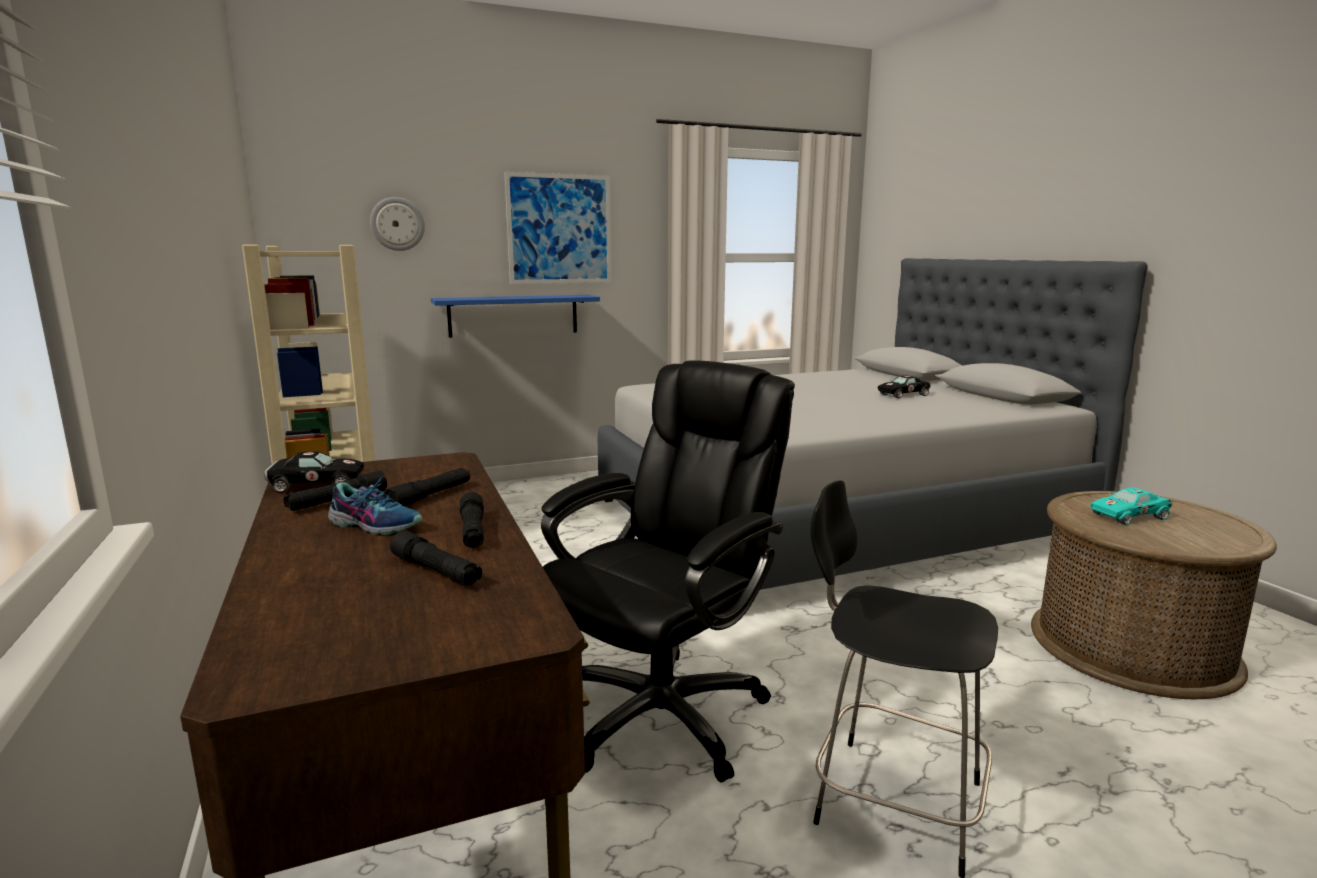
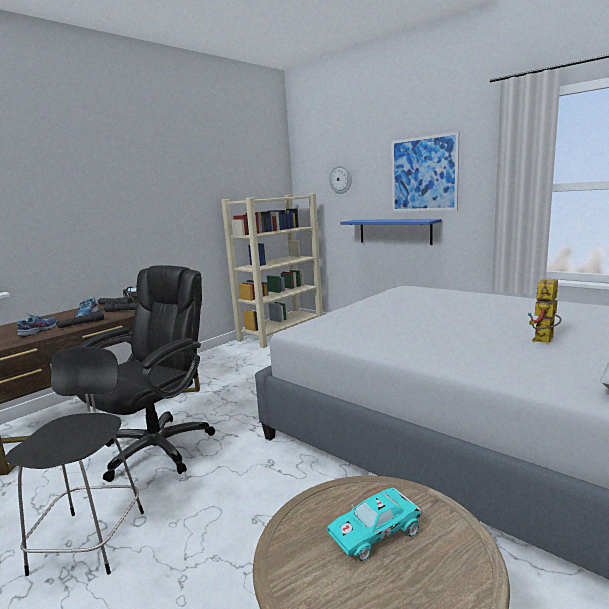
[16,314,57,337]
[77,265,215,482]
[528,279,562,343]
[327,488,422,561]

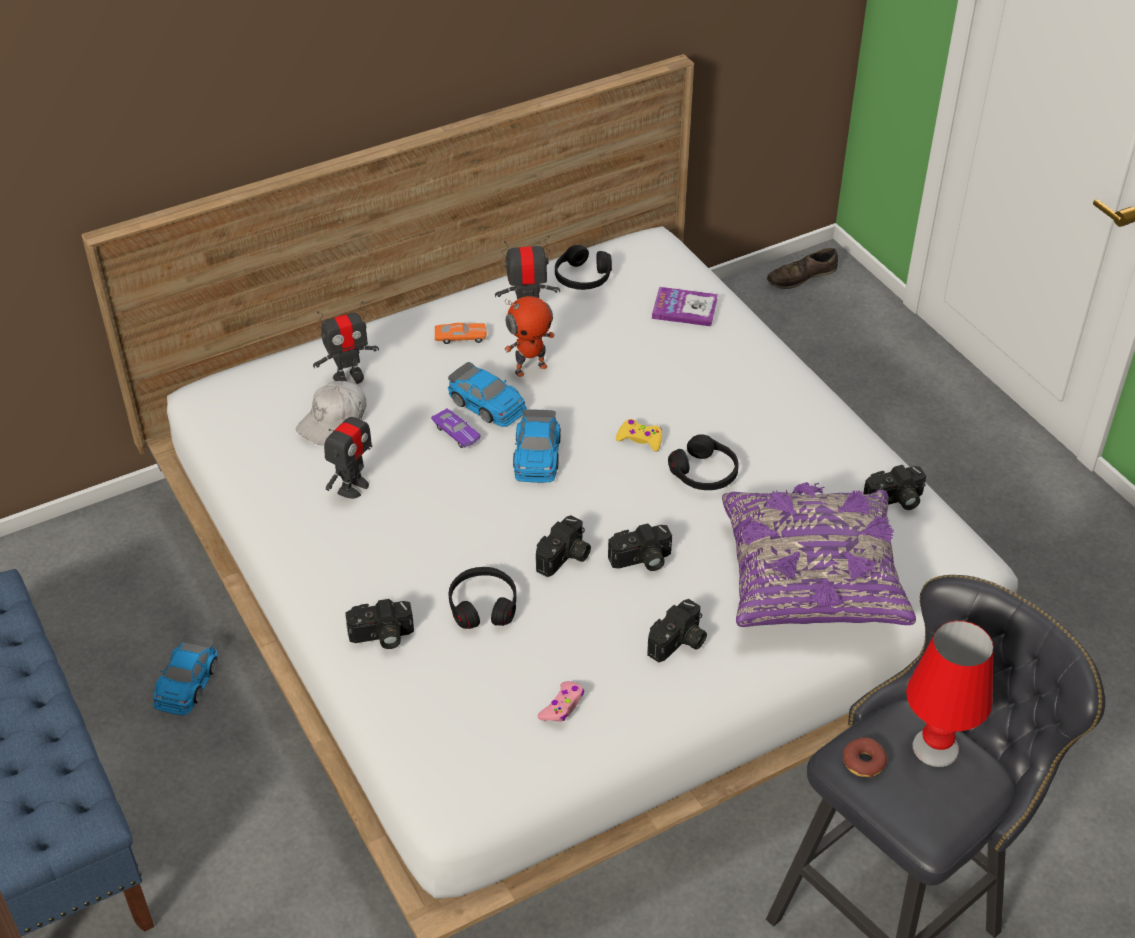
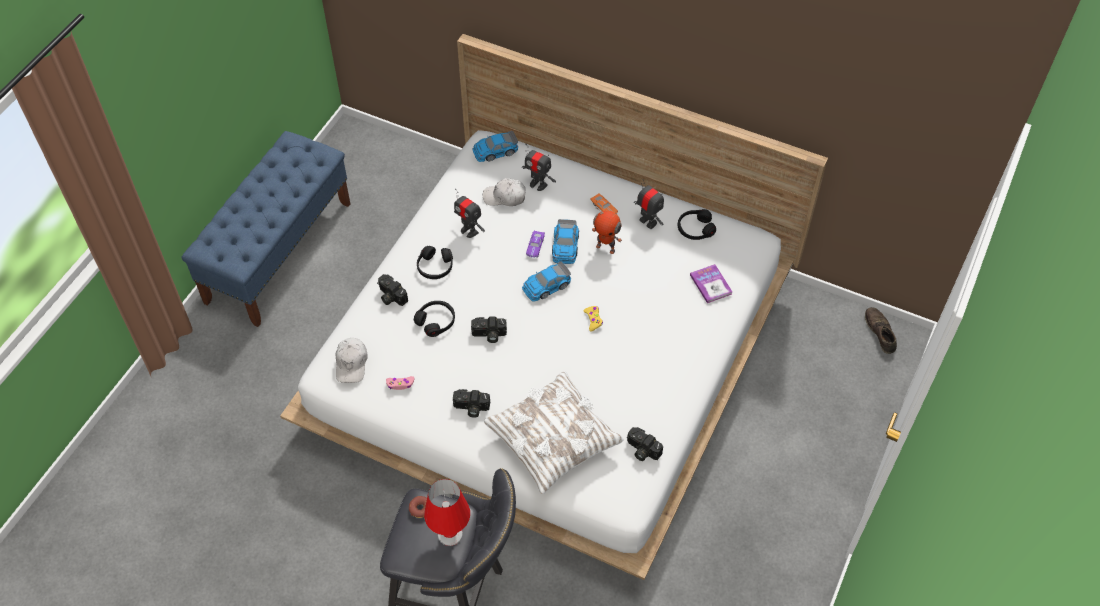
[473,131,518,162]
[454,189,485,238]
[608,523,672,571] (first image)
[417,246,453,279]
[484,371,624,494]
[865,307,897,354]
[336,338,368,383]

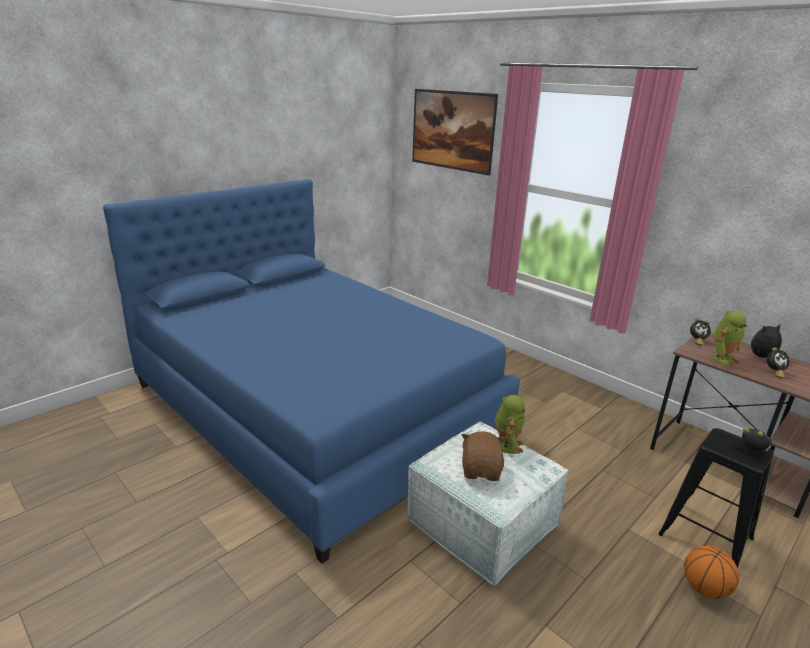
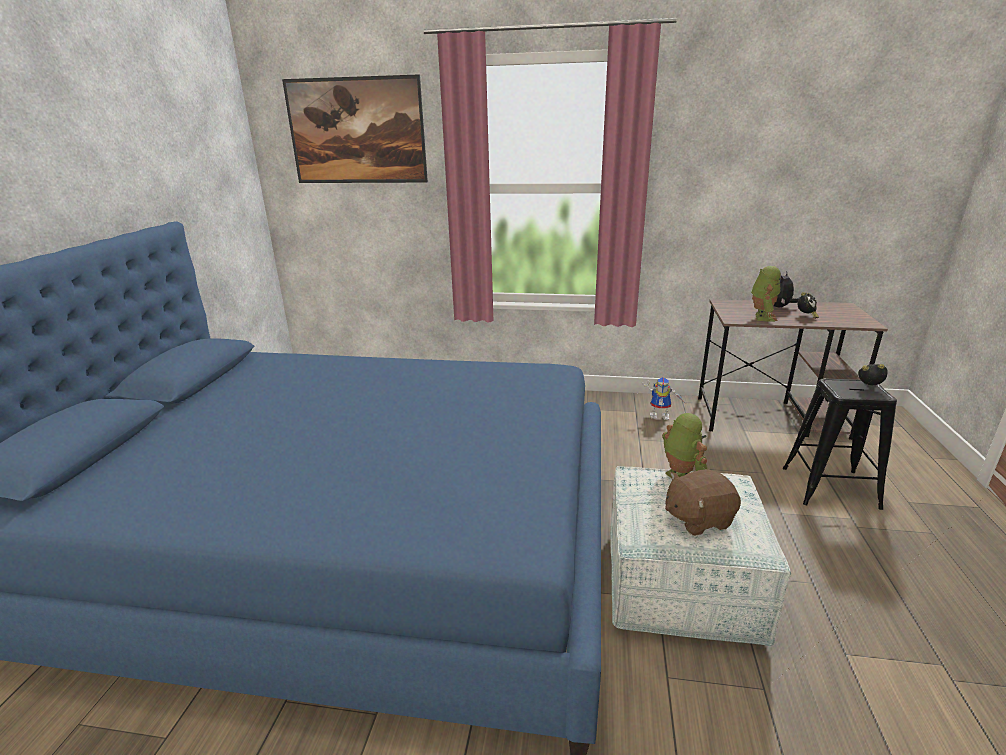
[665,469,741,536]
[684,546,739,599] (first image)
[690,318,711,346] (first image)
[642,377,684,420]

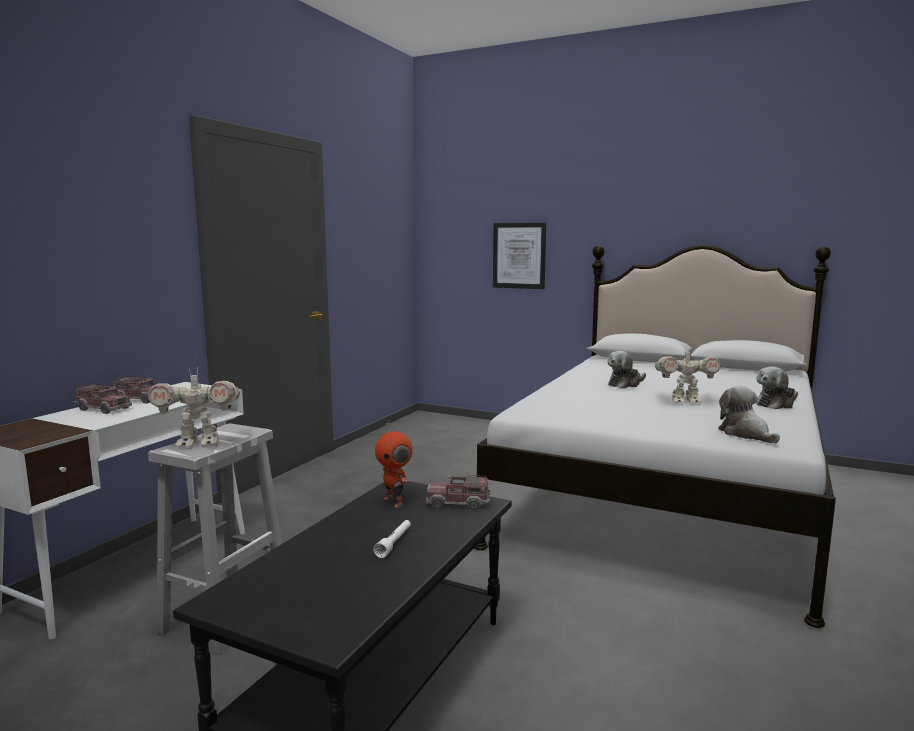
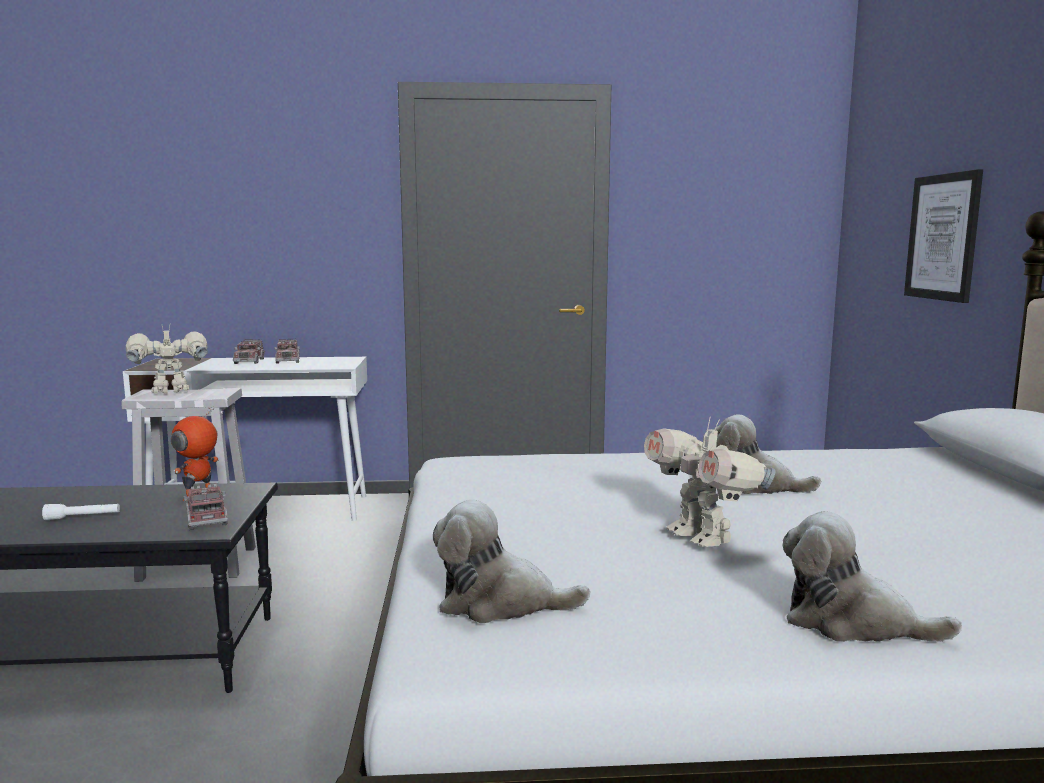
[126,326,208,394]
[433,499,590,623]

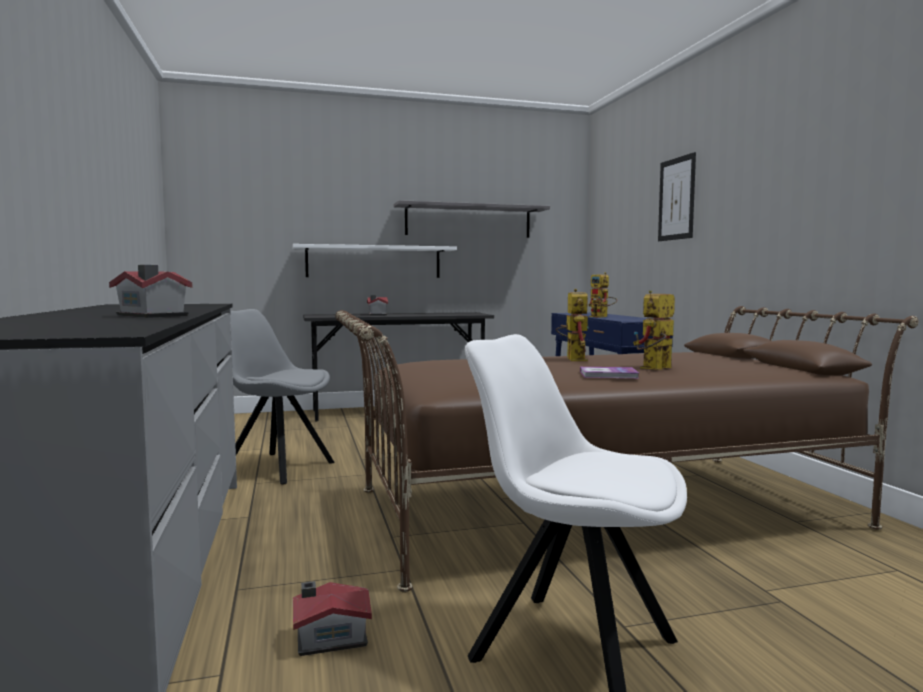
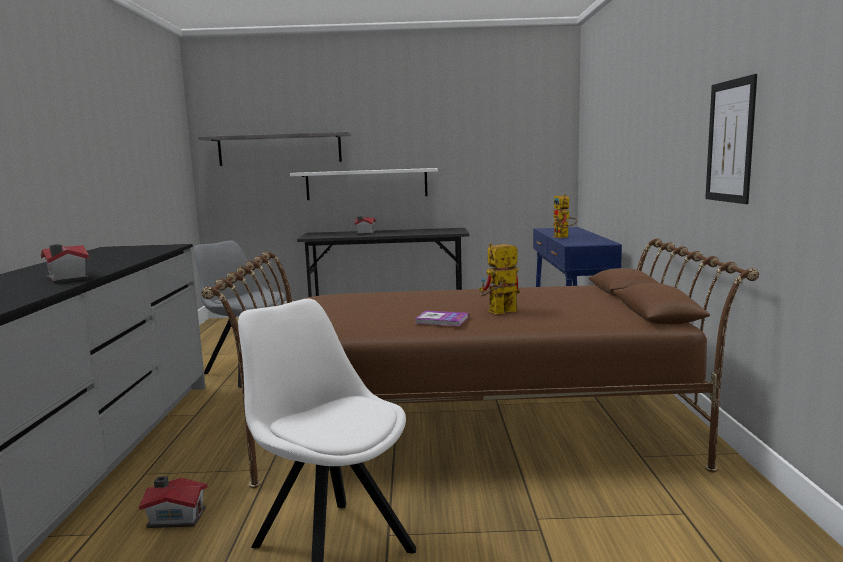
[198,132,351,166]
[556,289,588,361] (first image)
[705,74,757,204]

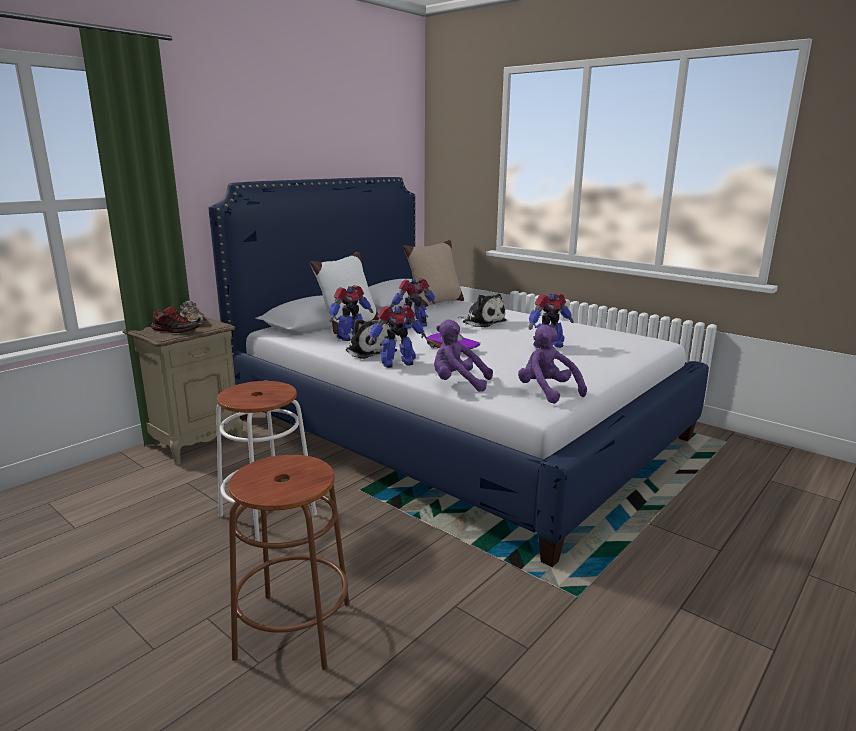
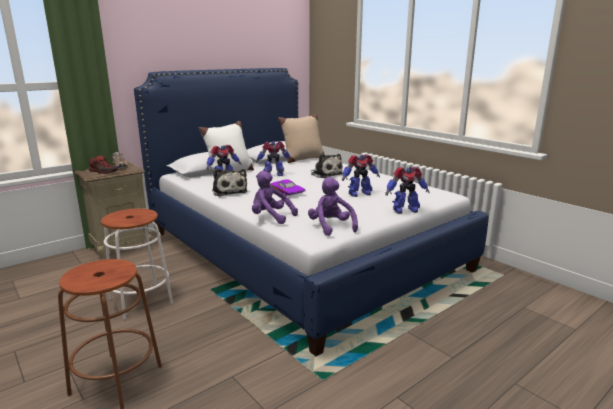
[385,167,430,214]

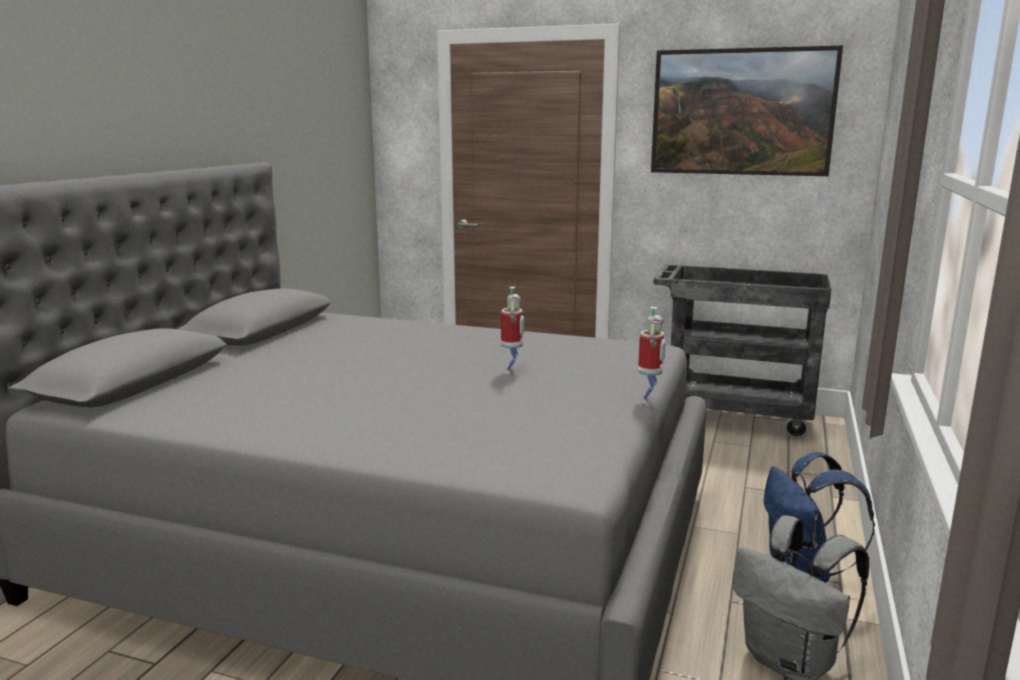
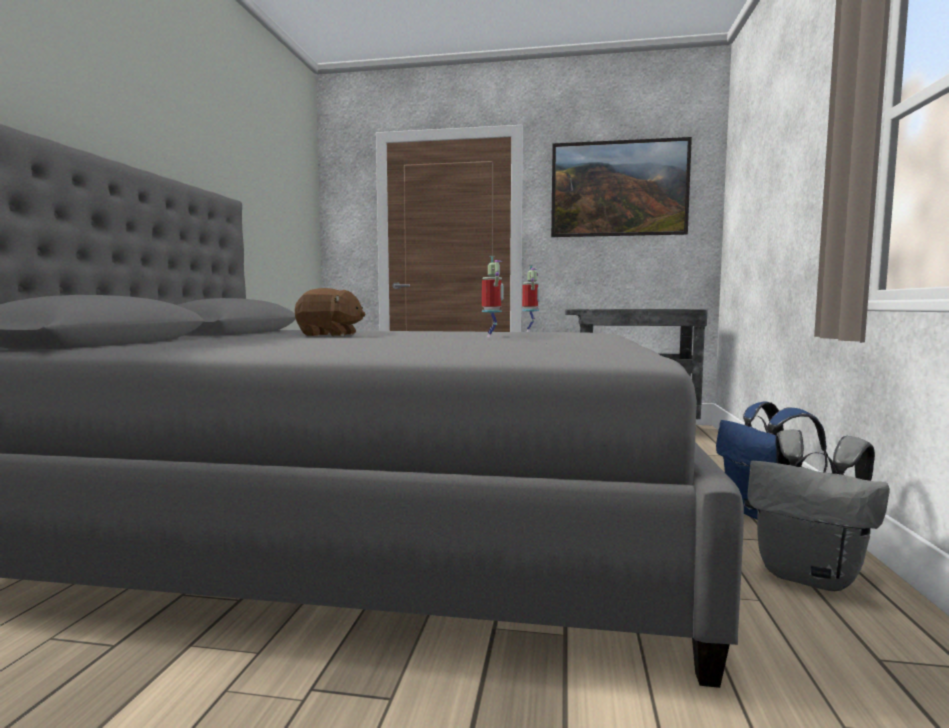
[522,265,540,332]
[295,288,365,337]

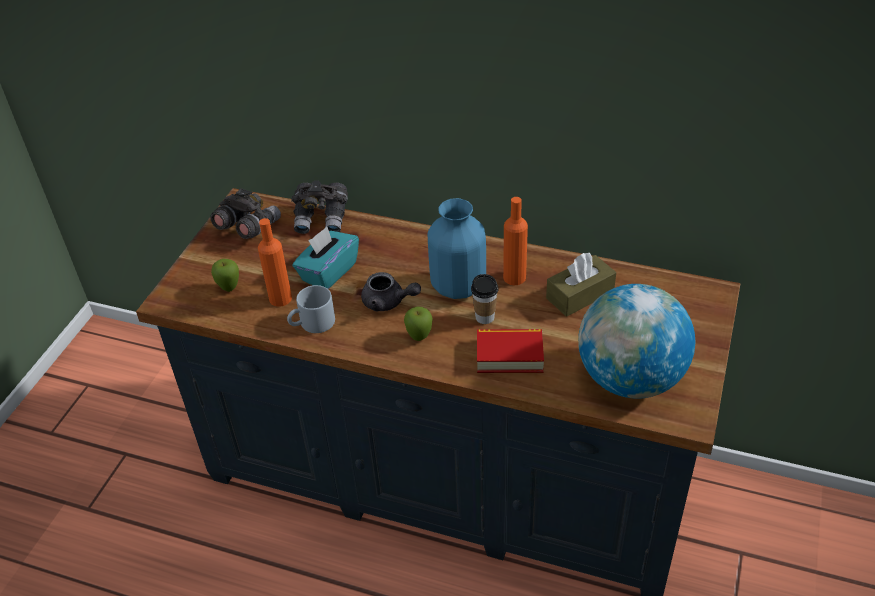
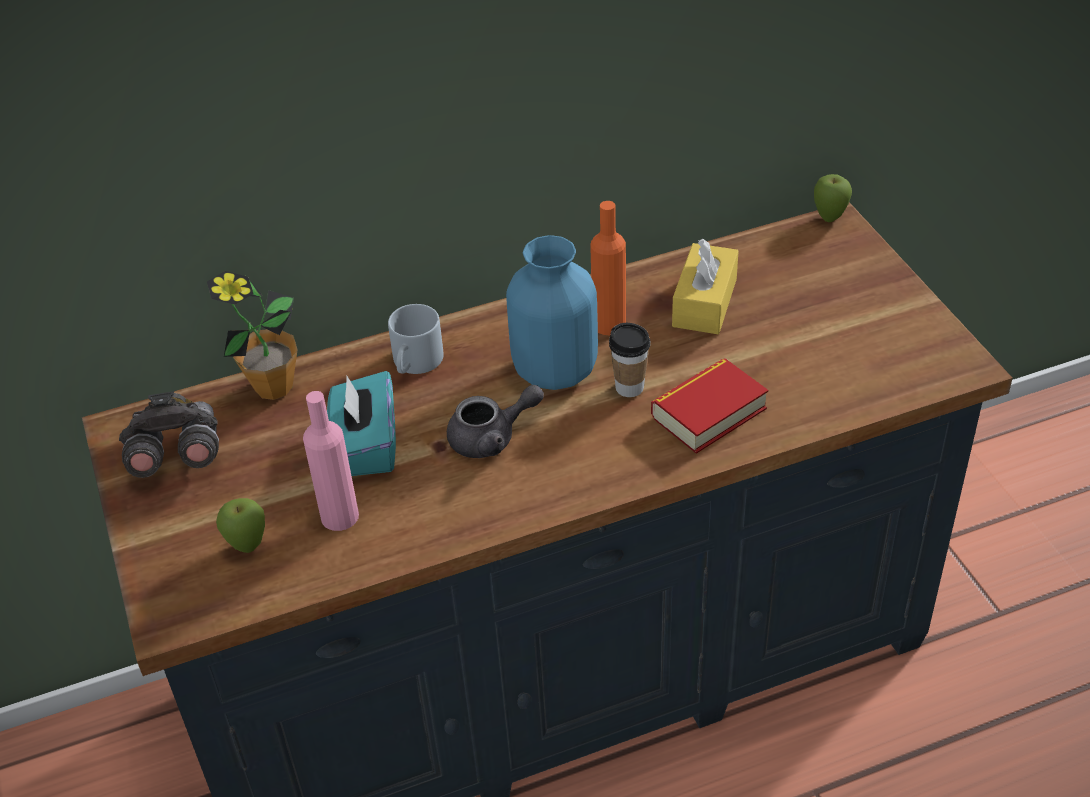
[303,391,359,531]
[388,304,444,374]
[207,271,298,400]
[814,174,852,222]
[672,239,738,334]
[578,284,695,399] (first image)

